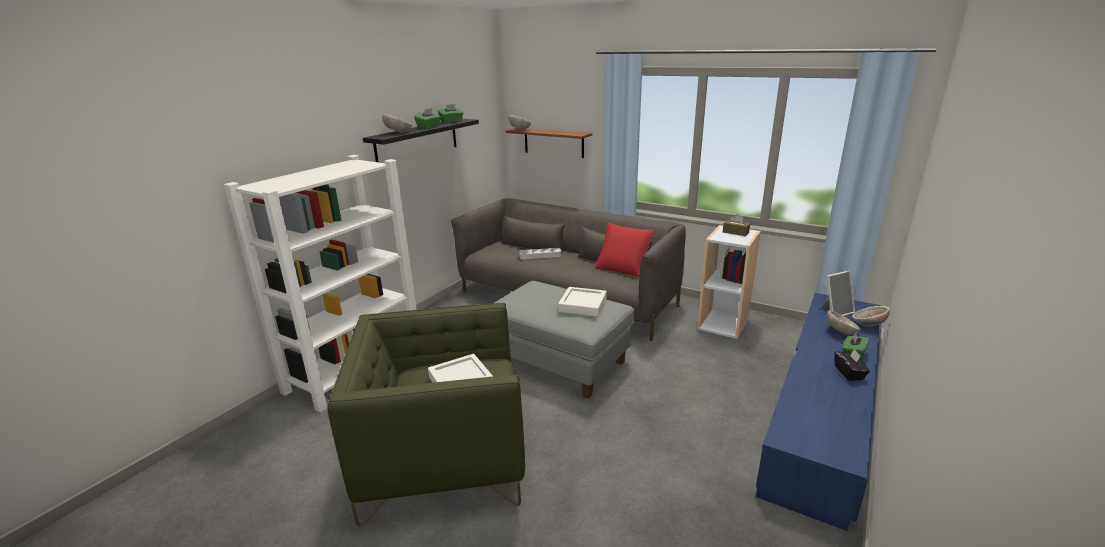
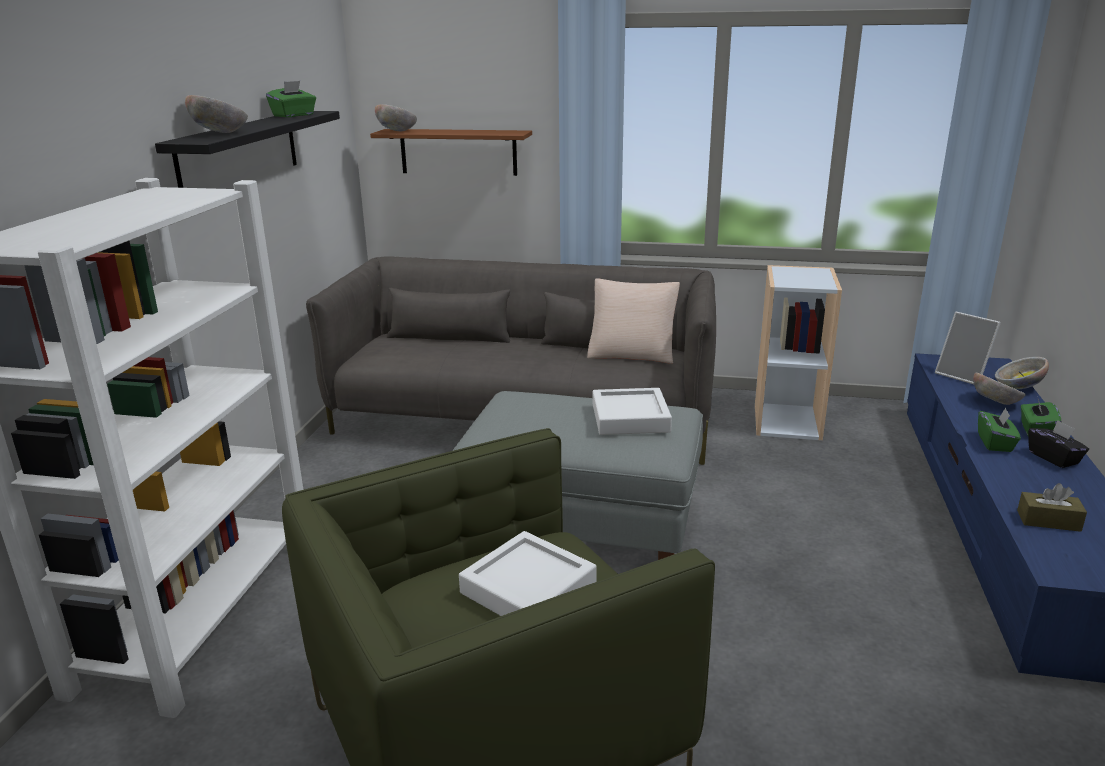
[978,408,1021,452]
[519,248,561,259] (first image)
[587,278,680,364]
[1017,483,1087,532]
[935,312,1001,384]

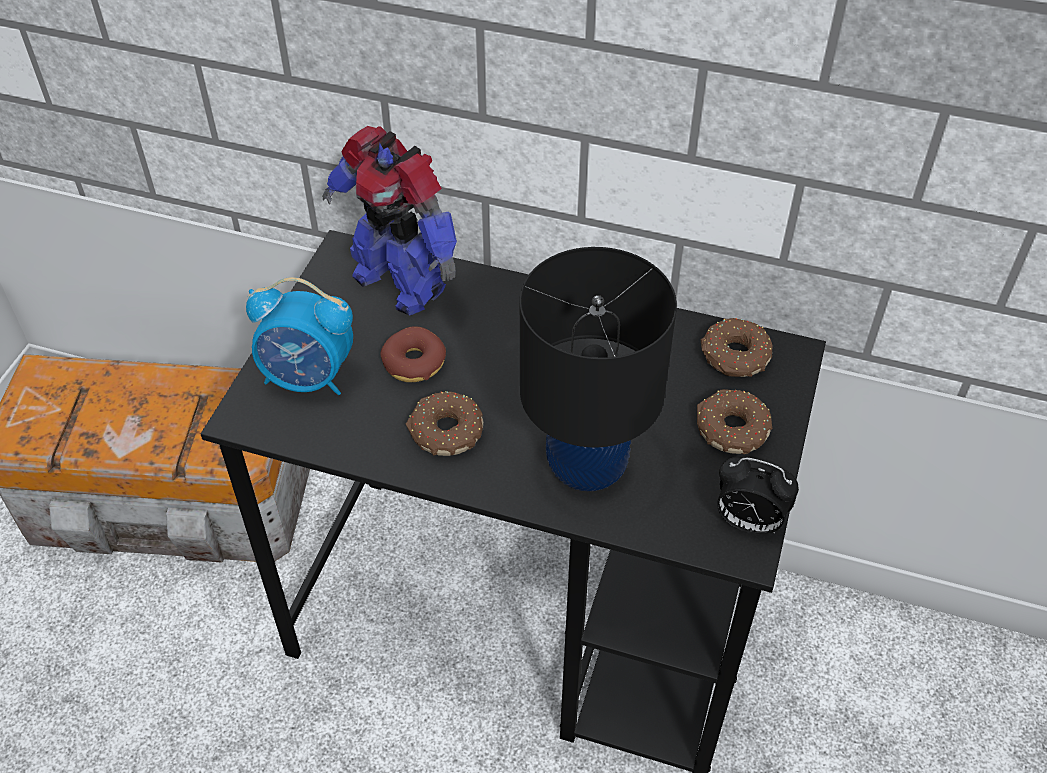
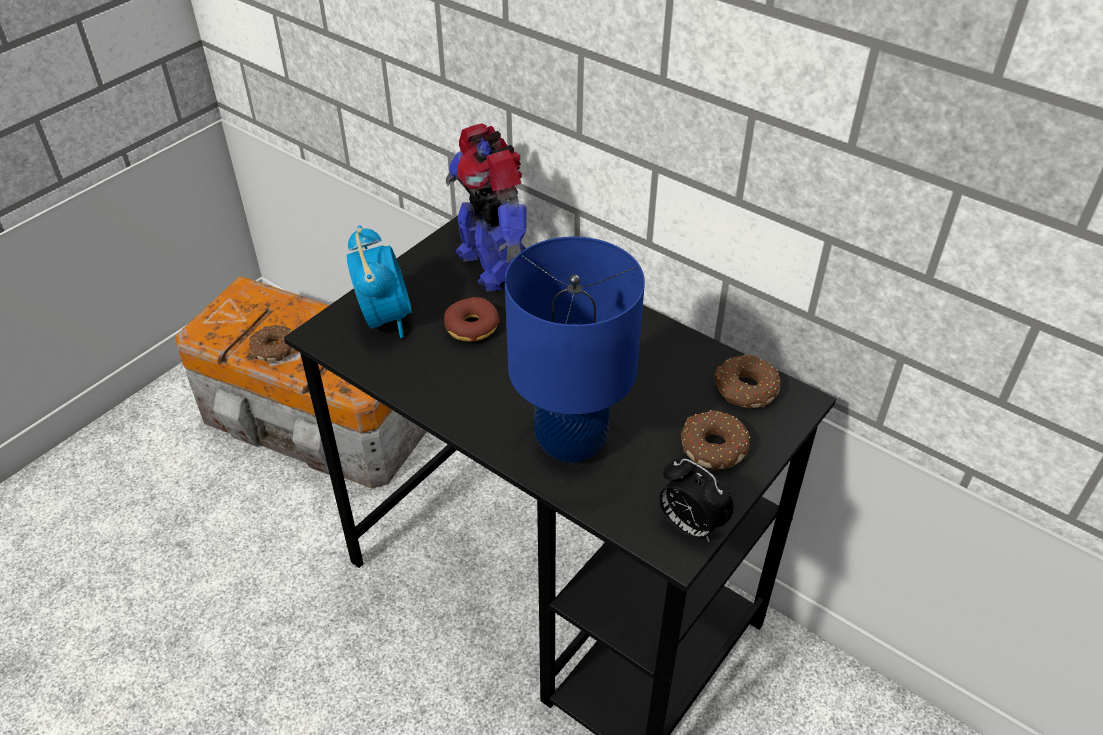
[347,225,411,338]
[249,325,294,362]
[505,236,645,463]

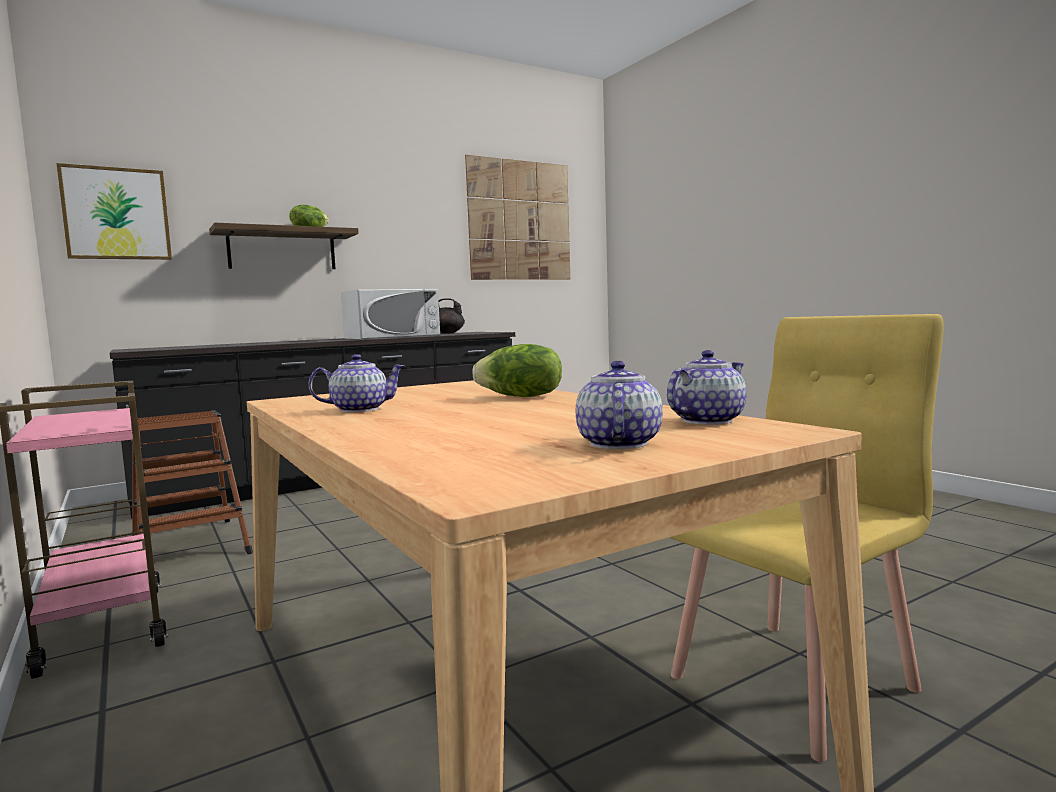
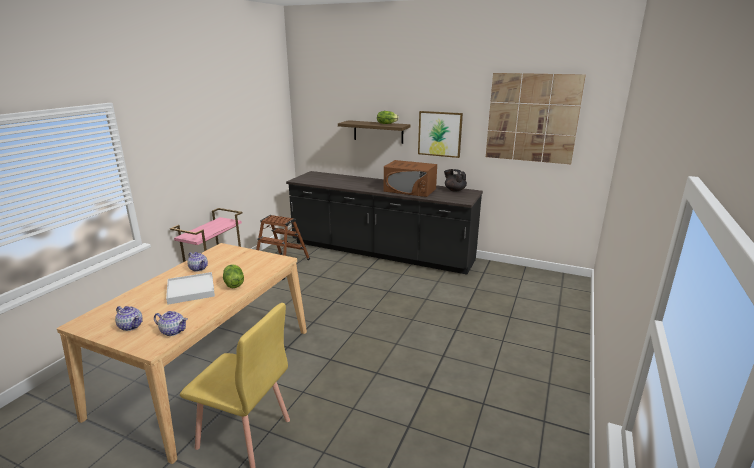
[418,111,463,158]
[384,160,437,197]
[115,306,143,331]
[166,272,215,305]

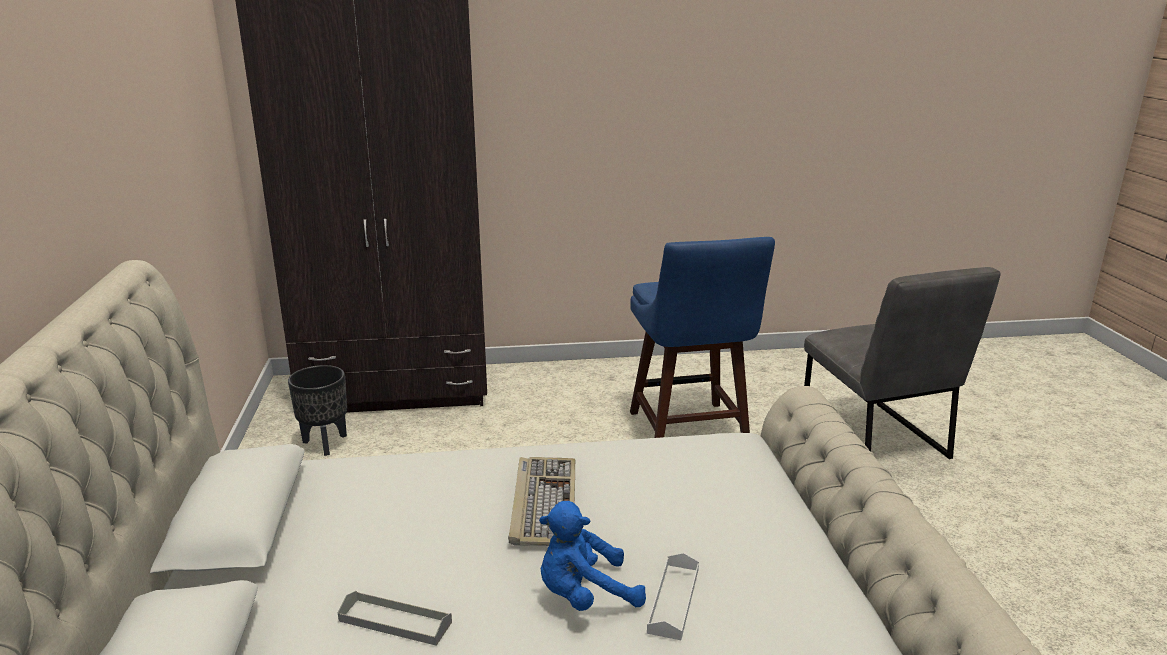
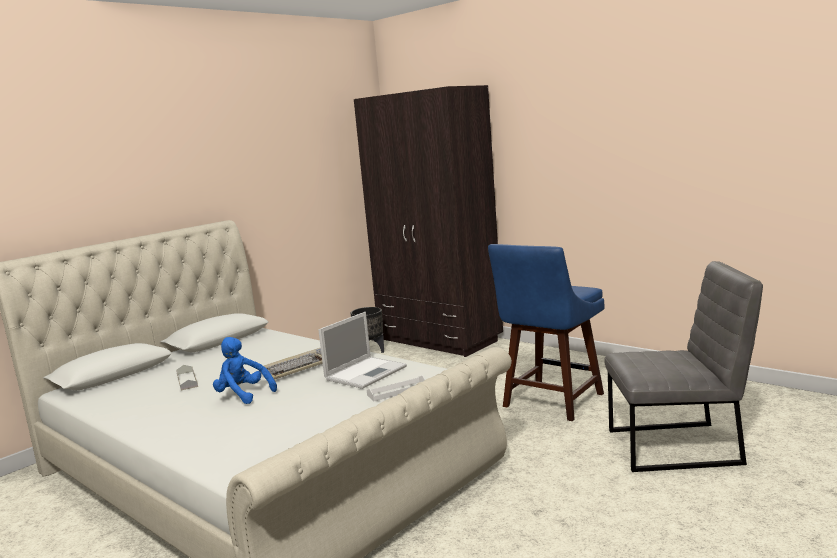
[367,375,425,401]
[604,261,763,472]
[318,312,407,389]

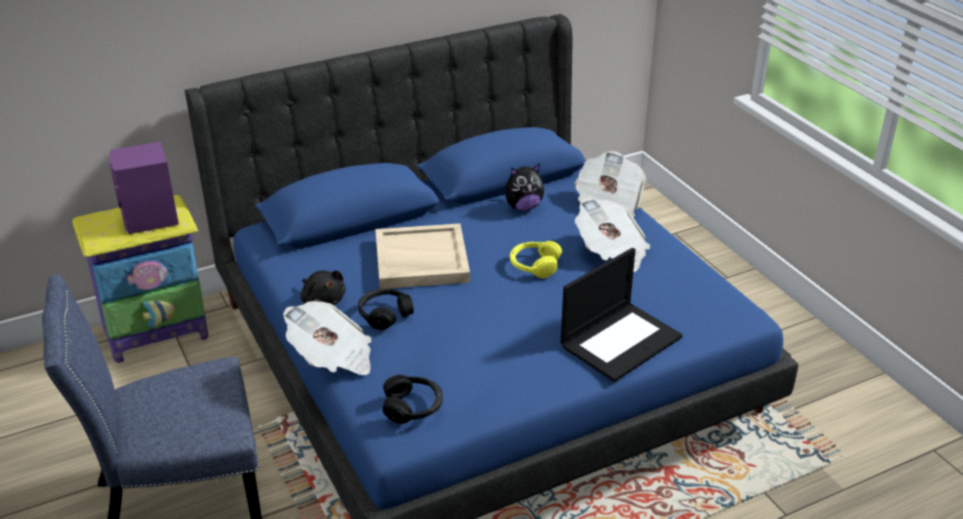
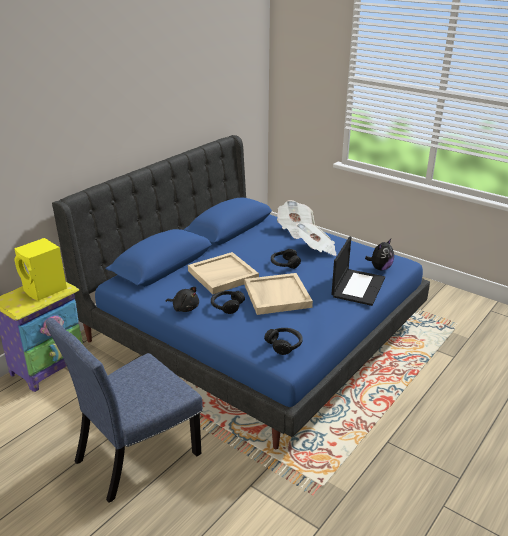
[14,238,67,301]
[283,301,372,375] (first image)
[365,239,394,271]
[271,249,301,269]
[245,273,313,315]

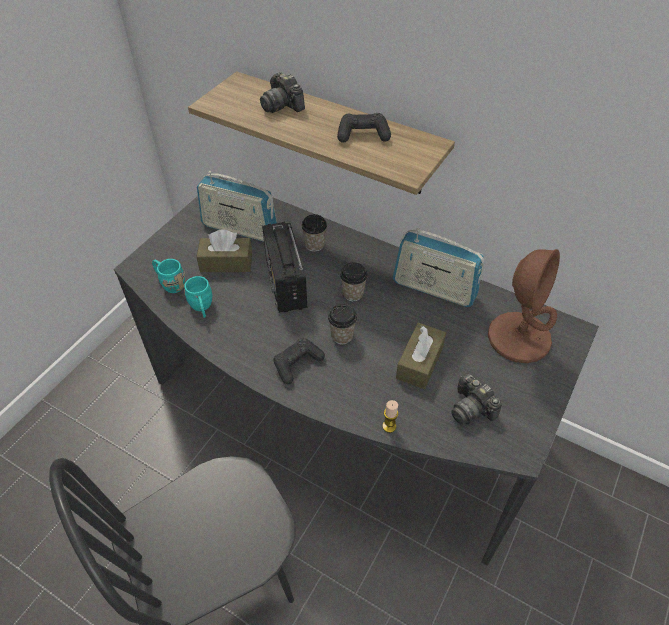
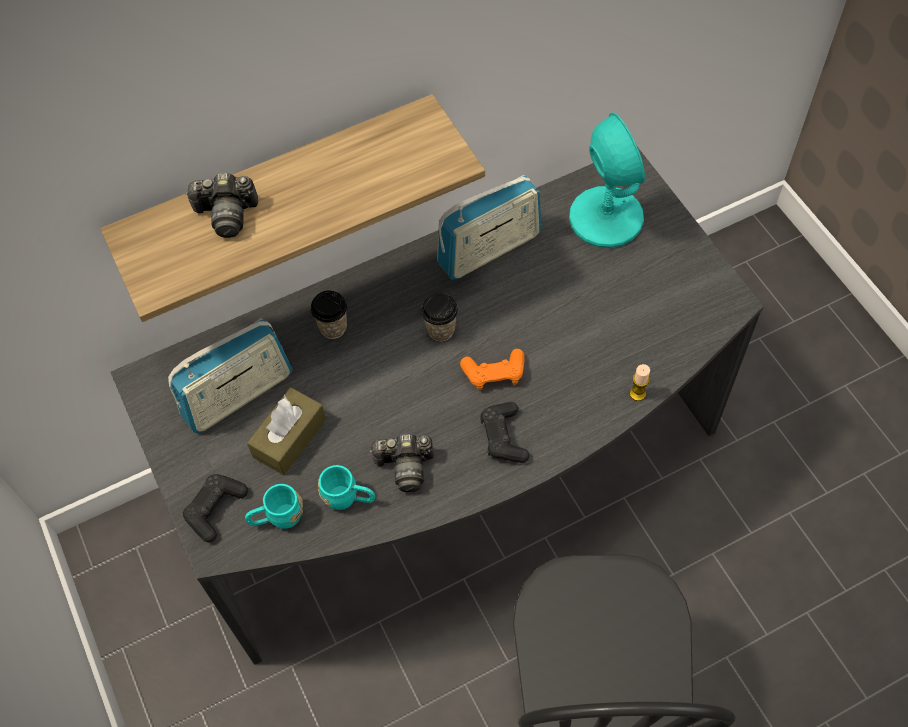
[262,221,307,313] (first image)
[460,349,524,390]
[183,474,248,542]
[396,323,446,389] (first image)
[370,434,434,492]
[569,112,645,248]

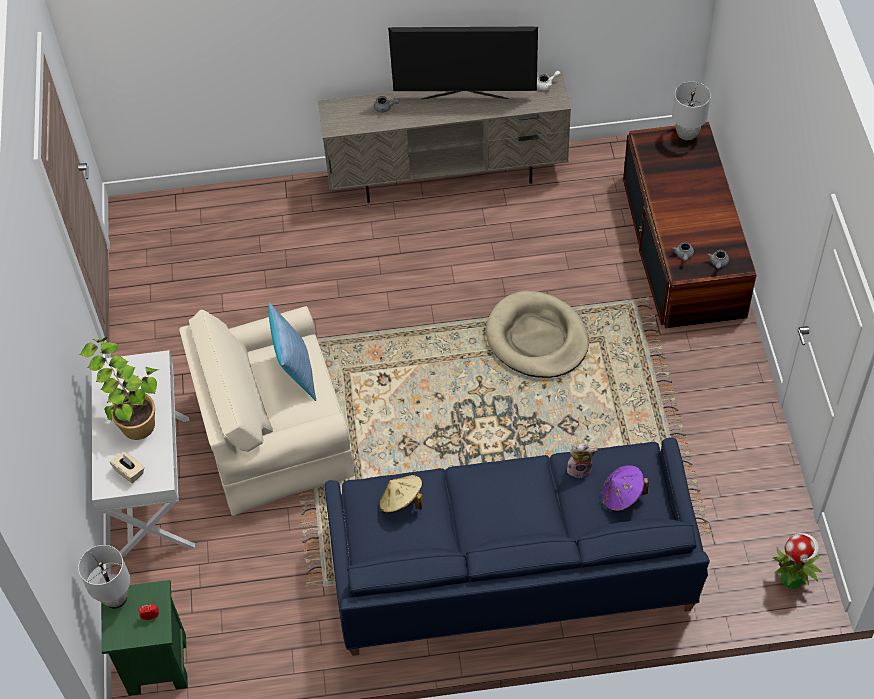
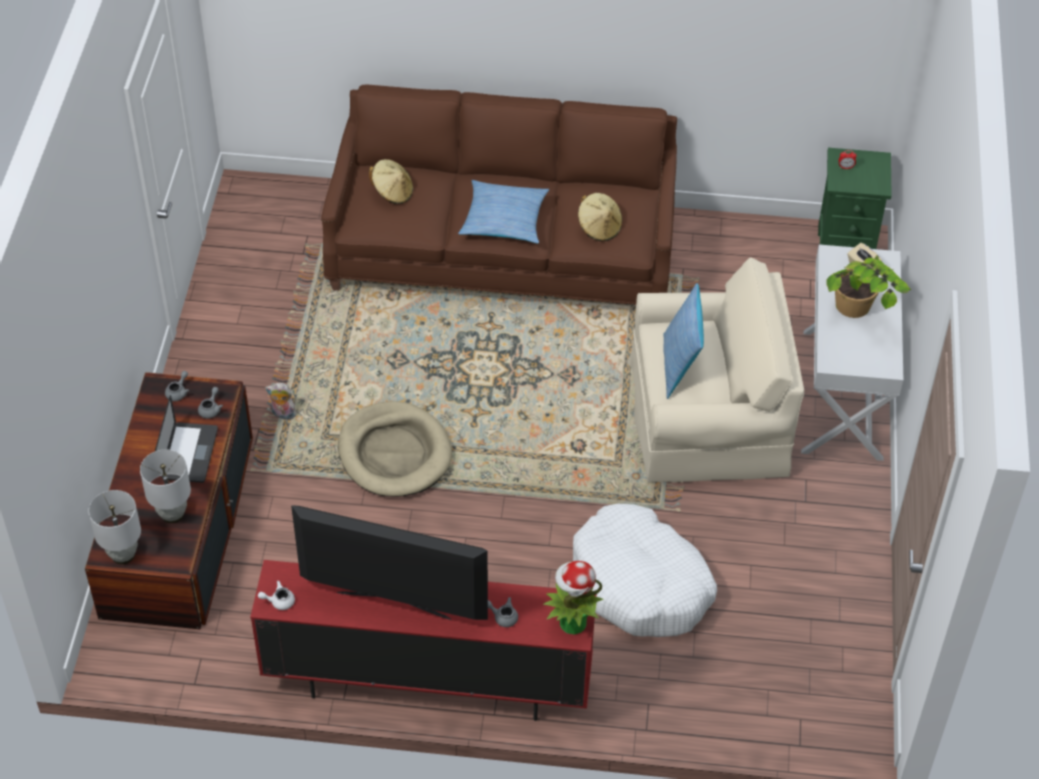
[140,449,191,523]
[250,560,597,721]
[321,85,677,305]
[265,383,297,420]
[369,159,413,204]
[543,561,604,635]
[155,395,218,483]
[458,180,549,243]
[573,504,717,637]

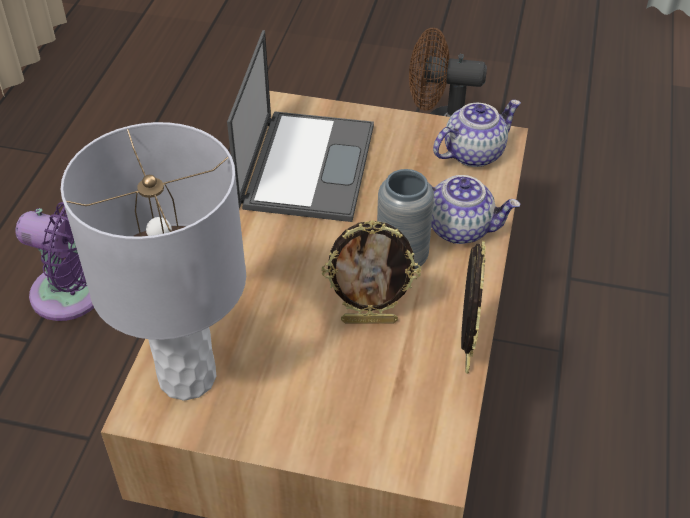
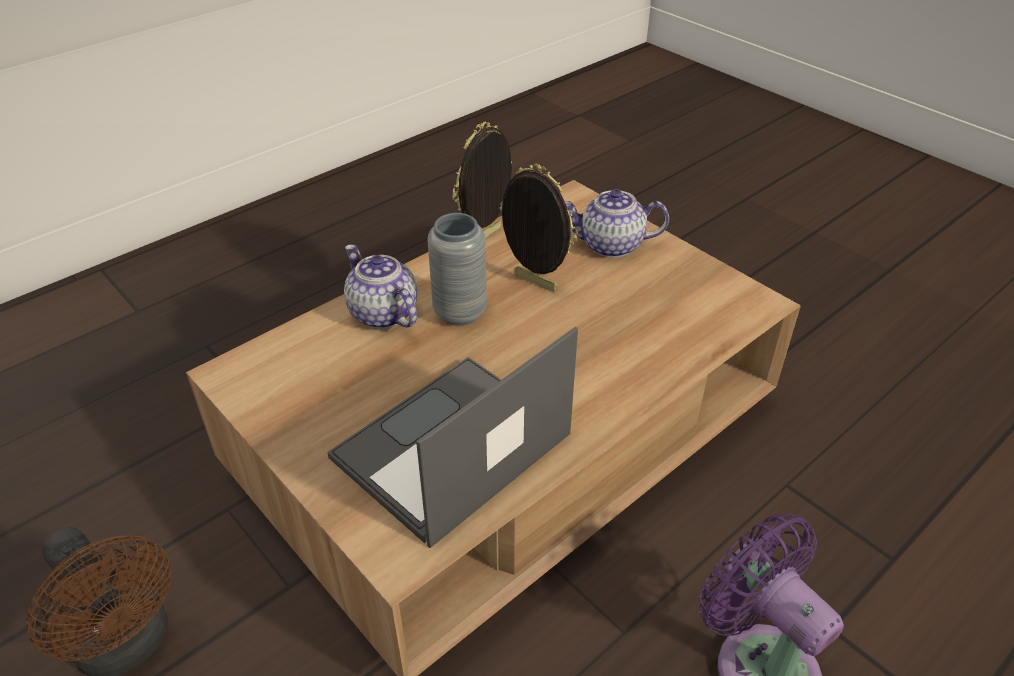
[61,122,246,401] (first image)
[565,189,669,258]

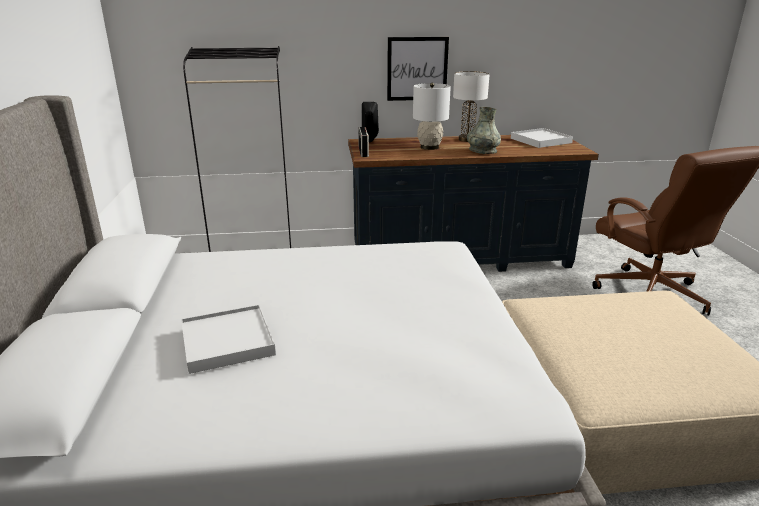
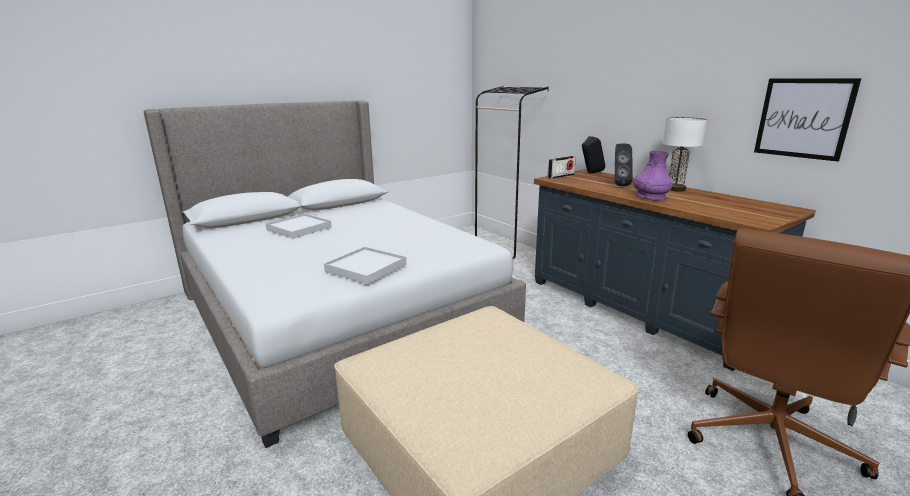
[754,78,862,162]
[615,144,633,186]
[633,151,673,201]
[324,247,406,285]

